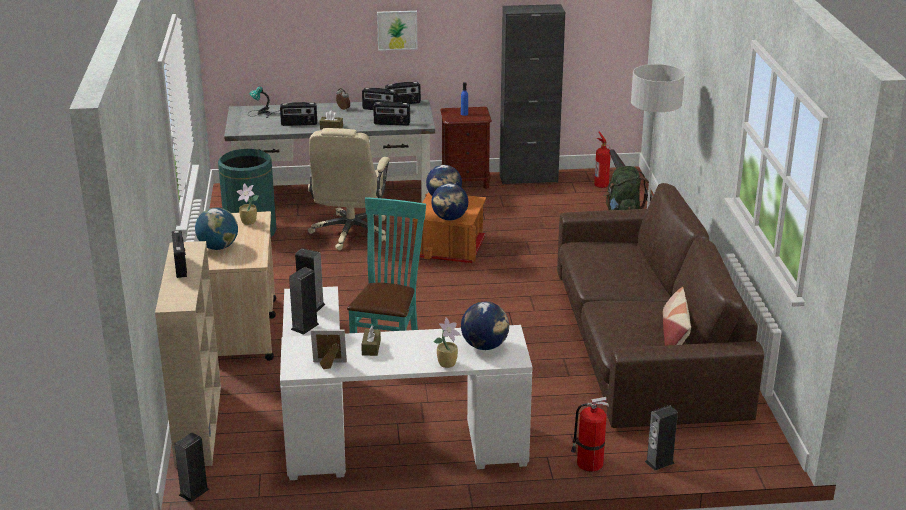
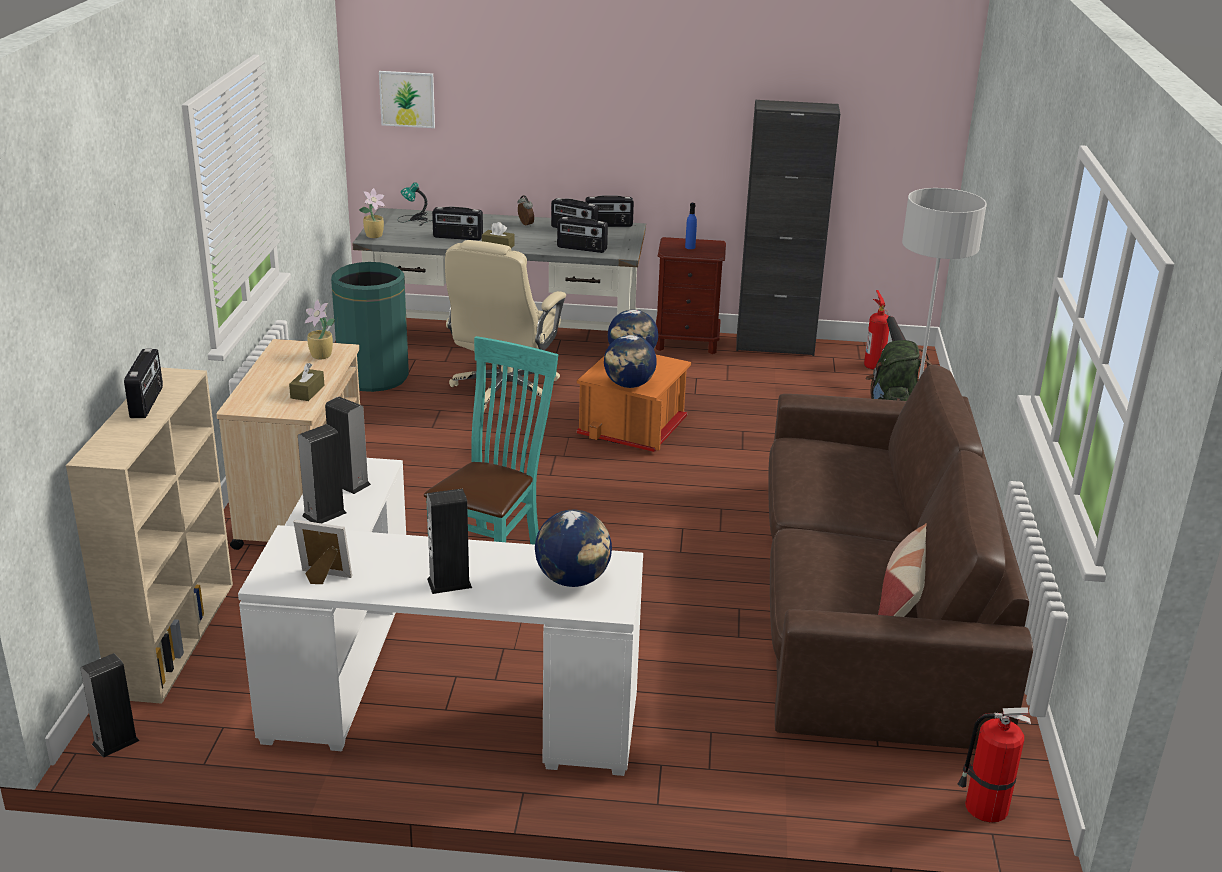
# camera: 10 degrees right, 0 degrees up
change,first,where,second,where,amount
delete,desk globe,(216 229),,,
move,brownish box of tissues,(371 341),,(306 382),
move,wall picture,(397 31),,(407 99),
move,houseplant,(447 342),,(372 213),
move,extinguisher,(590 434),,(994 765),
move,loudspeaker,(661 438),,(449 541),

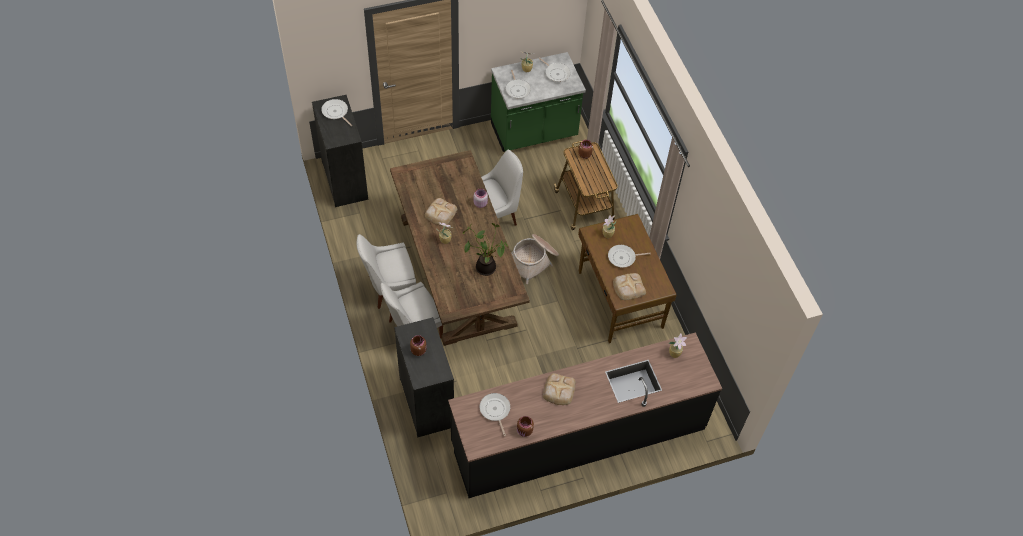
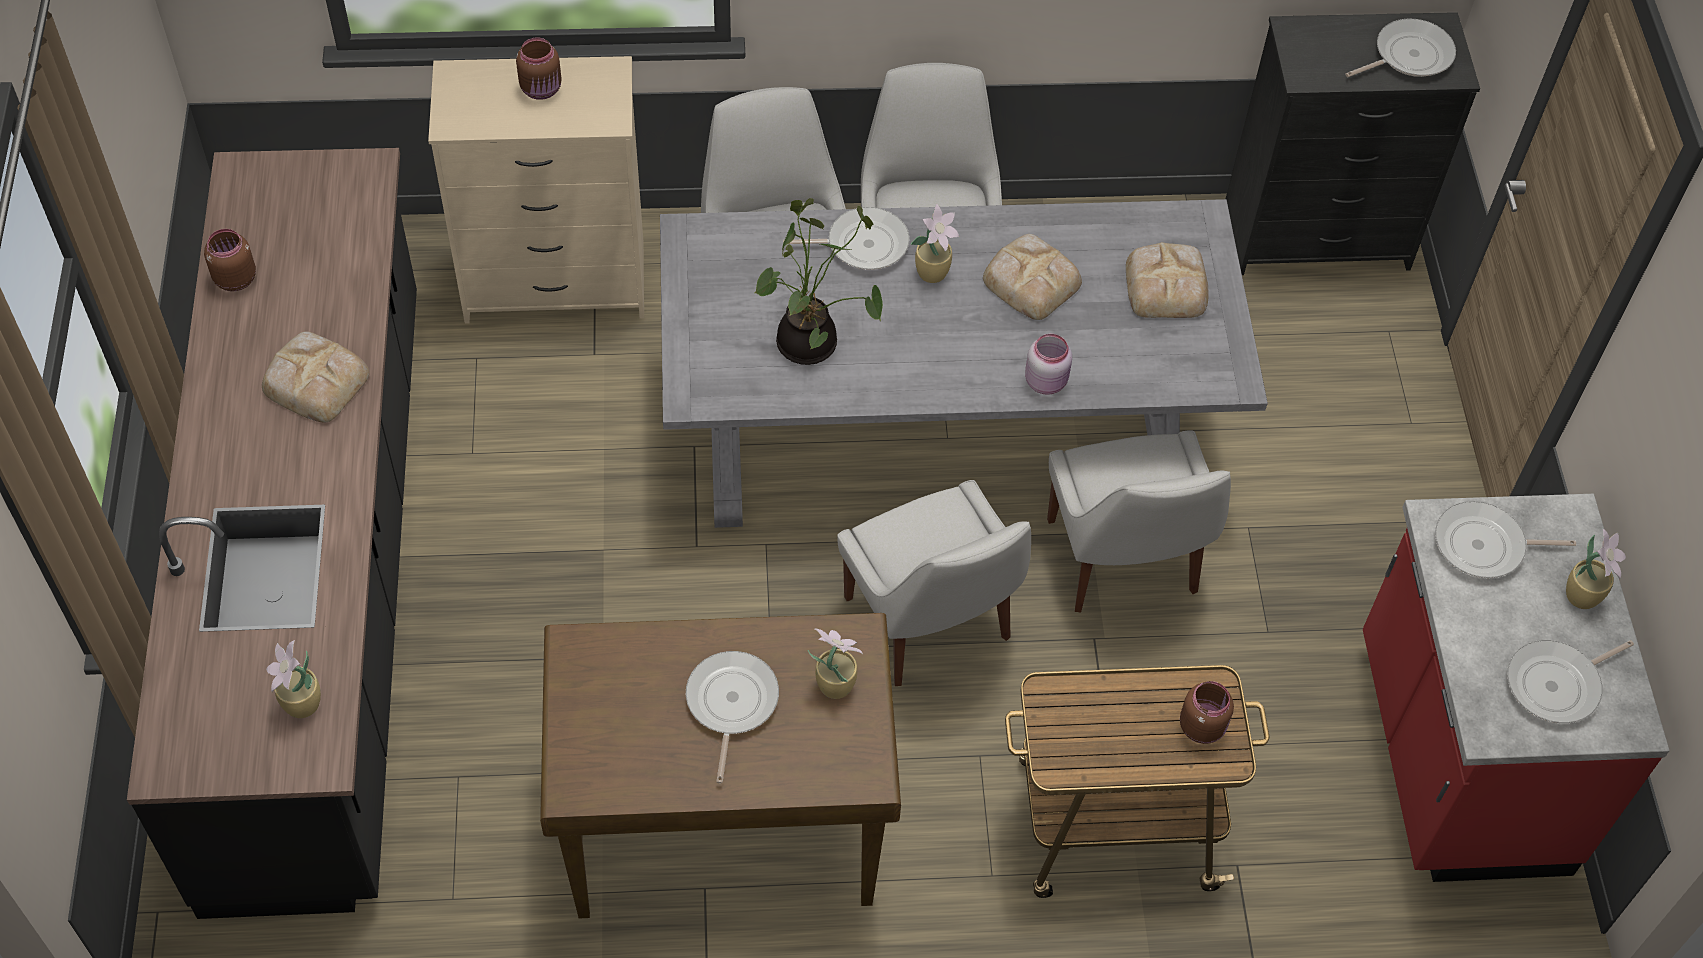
# camera: 105 degrees right, 0 degrees up
change,first,where,second,where,amount
recolor,brownish kitchen table,(460 248),gray kitchen table,(964 363),
recolor,black dresser,(424 377),beige dresser,(536 190),
move,skillet,(495 414),,(846 238),
recolor,green kitchen base unit,(538 102),red kitchen base unit,(1516 688),
replace,basket,(535 259),white-coloured chair,(934 583),
move,bread,(629 286),,(1167 280),

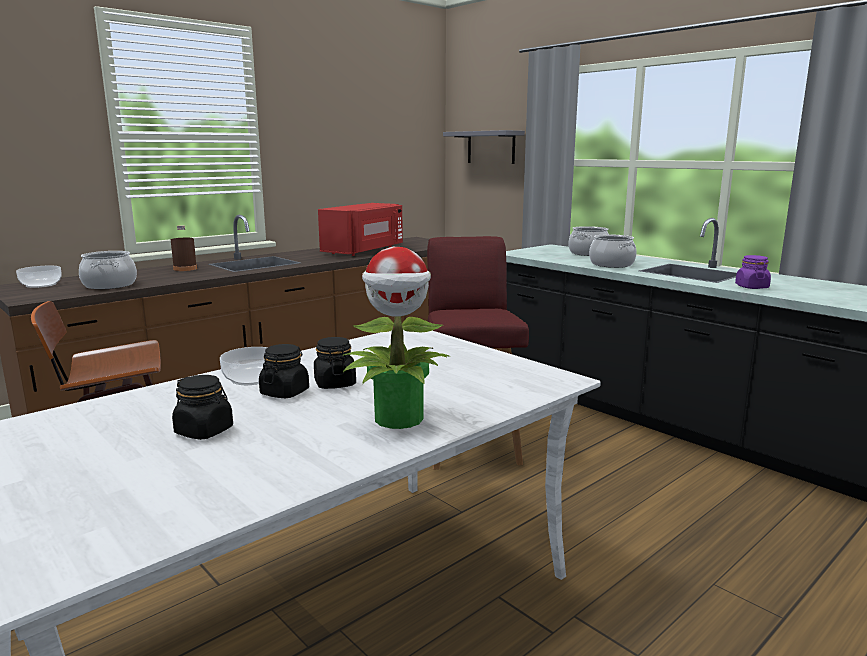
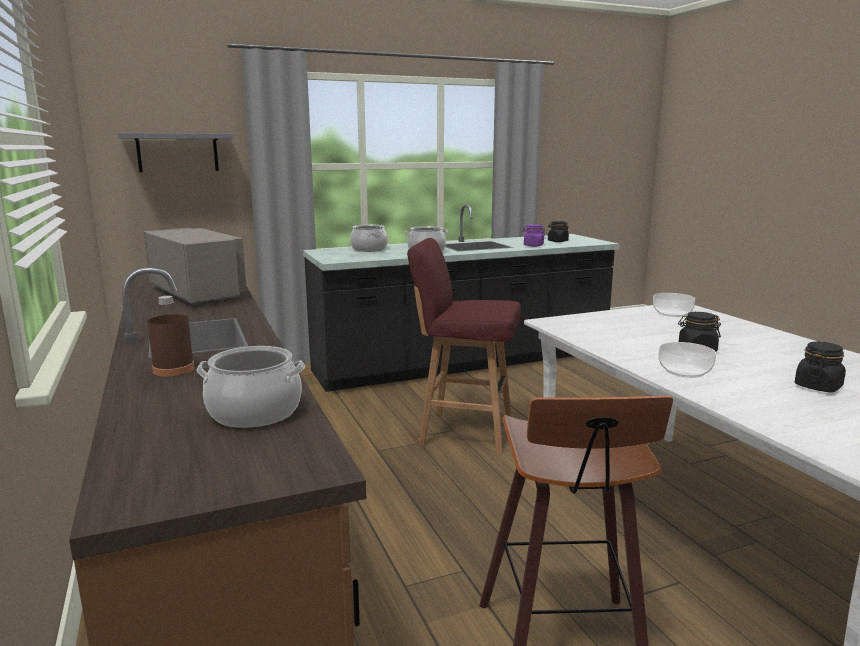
# camera: 70 degrees left, 0 degrees up
change,first,where,second,where,amount
move,bowl,(39 277),,(674 305),
move,black storage jar,(284 371),,(558 231),
recolor,red kitchen microwave,(360 229),gray kitchen microwave,(195 266),
delete,houseplant,(396 338),,,

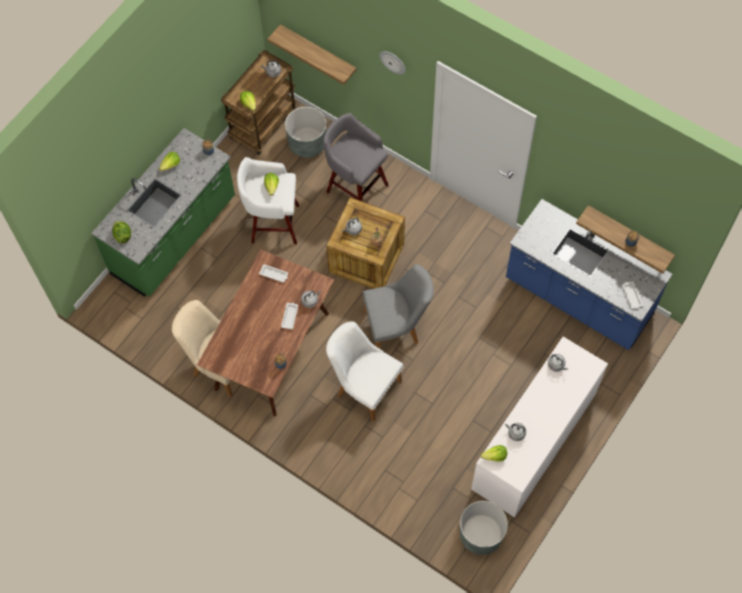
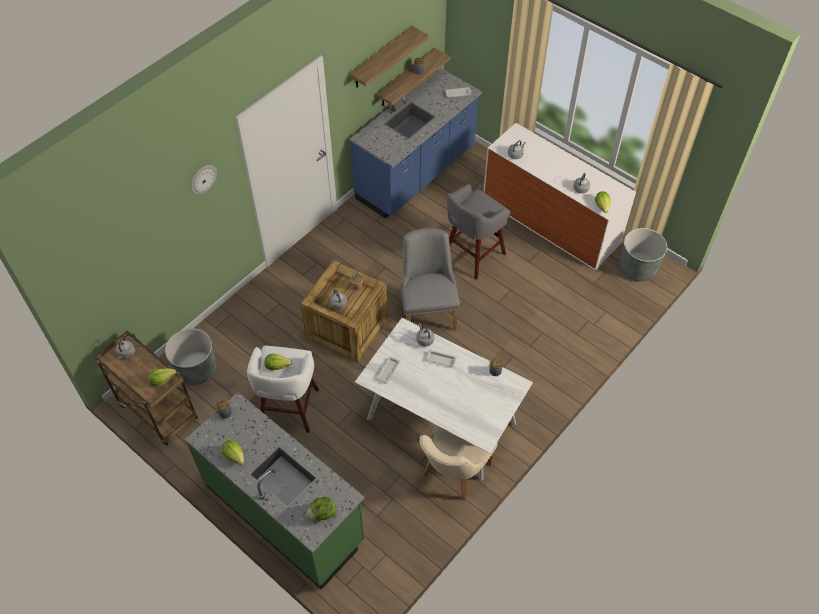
# camera: 85 degrees left, 10 degrees down
change,first,where,second,where,amount
recolor,brownish kitchen table,(265 333),white-coloured kitchen table,(444 399),
move,shelf,(312 54),,(389 56),
move,gray stool,(356 157),,(478 232),
delete,white-coloured chair,(364 371),,,

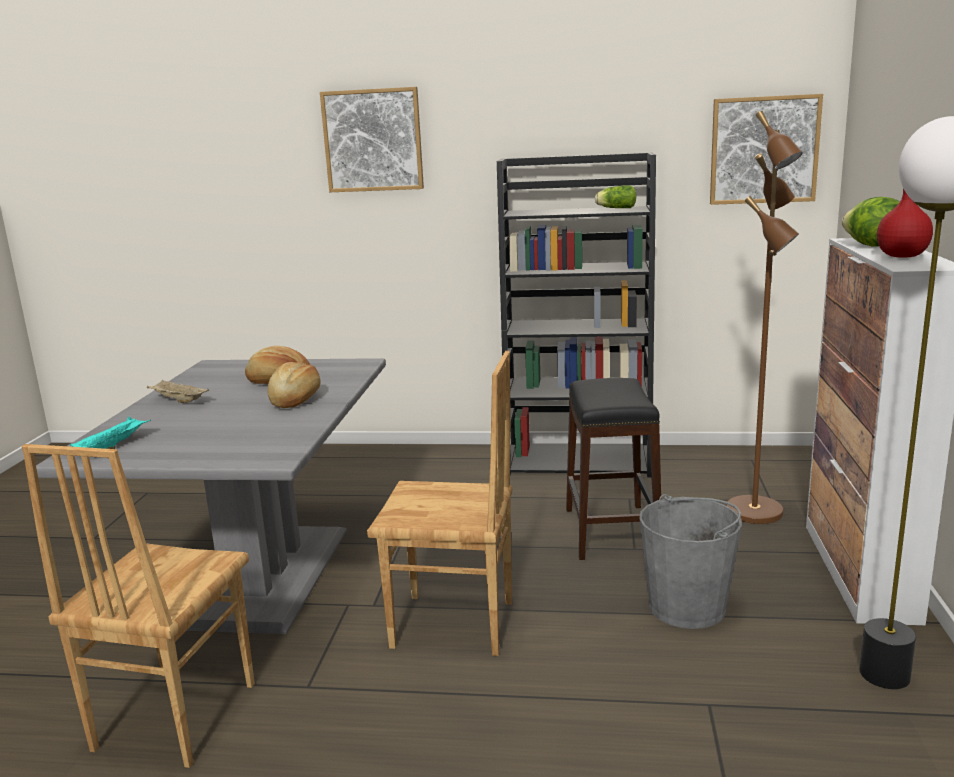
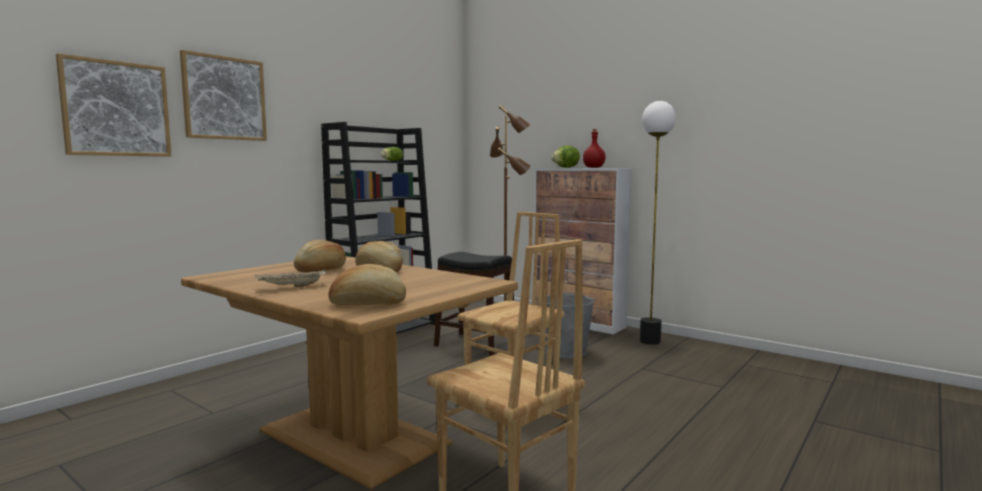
# camera: 60 degrees left, 10 degrees down
change,first,where,second,where,amount
recolor,gray kitchen table,(211 496),brownish kitchen table,(349 372),
replace,turquoise carrying tray,(110 433),bread,(367 284),
move,wall picture,(766 149),,(113 105),

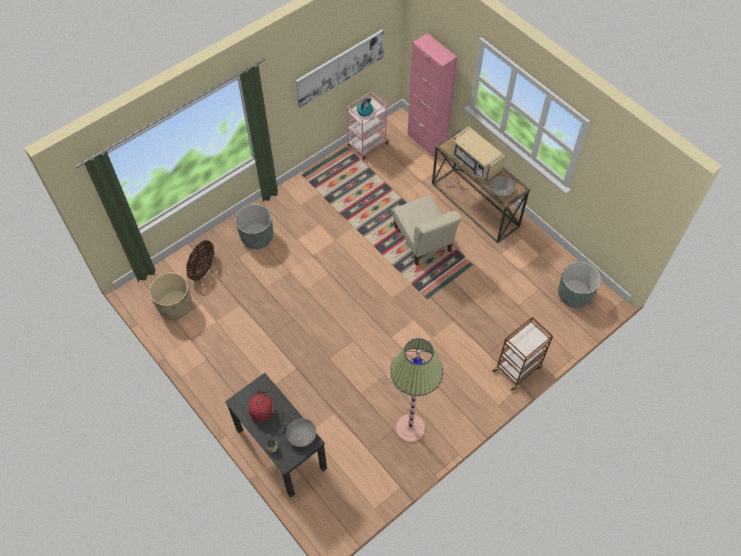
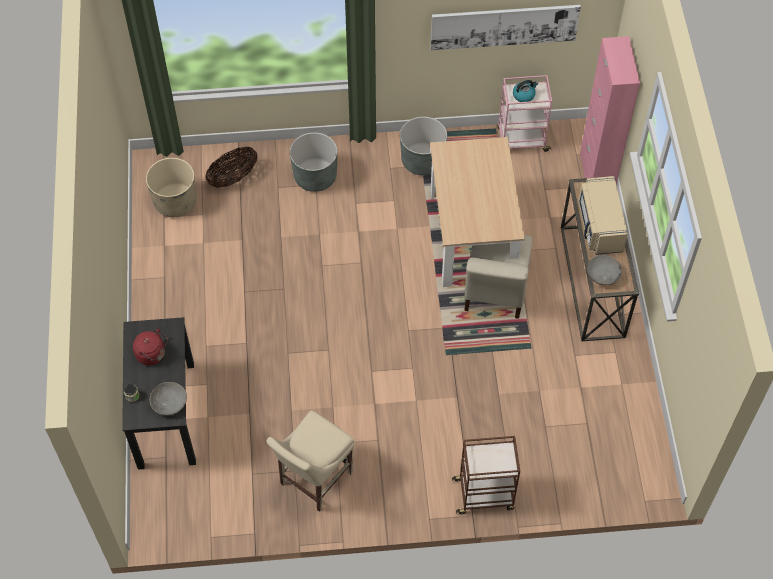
# camera: 35 degrees right, 0 degrees up
change,first,where,second,where,amount
replace,standing lamp,(416 390),beige chair,(310 461),
move,gray plant pot,(579 285),,(423 146),
insert,,,beige kitchen table,(477 212),

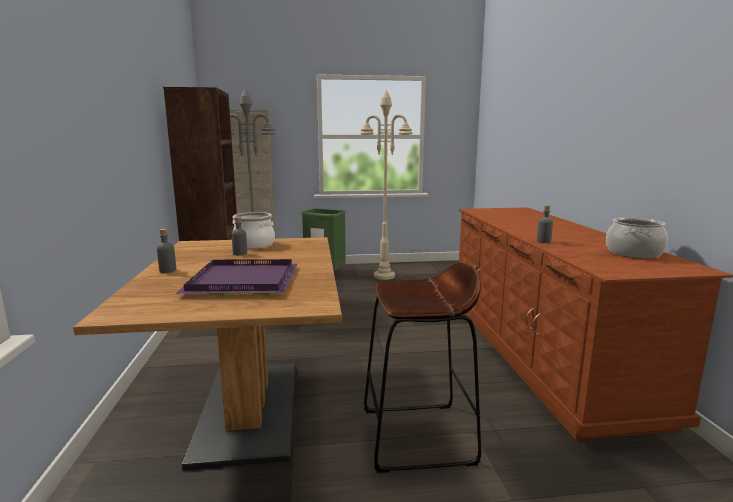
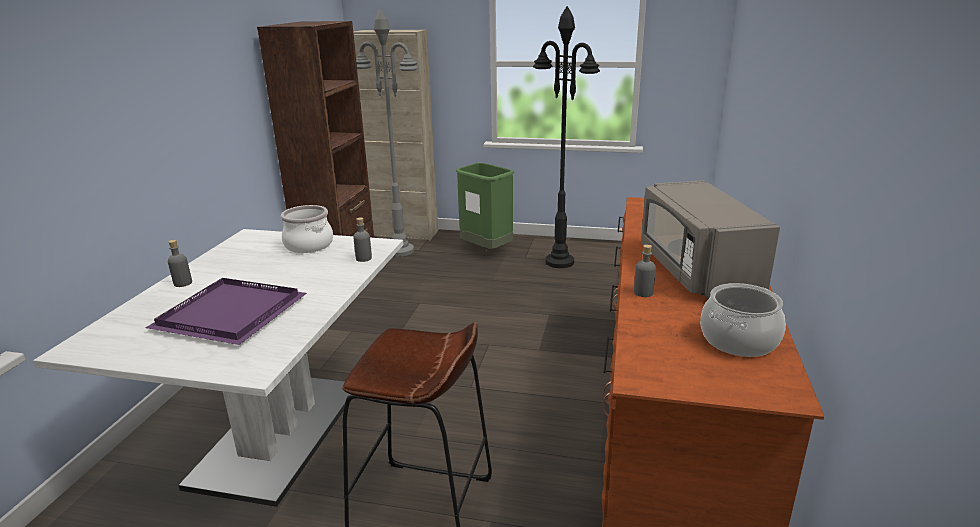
# camera: 20 degrees right, 10 degrees up
change,first,where,second,where,amount
recolor,brownish kitchen table,(207 353),white-coloured kitchen table,(218 368),
move,gray drink bottle,(239 236),,(362 239),
recolor,beige standing lamp,(386 185),black standing lamp,(566 137),
insert,,,gray kitchen microwave,(710 239),

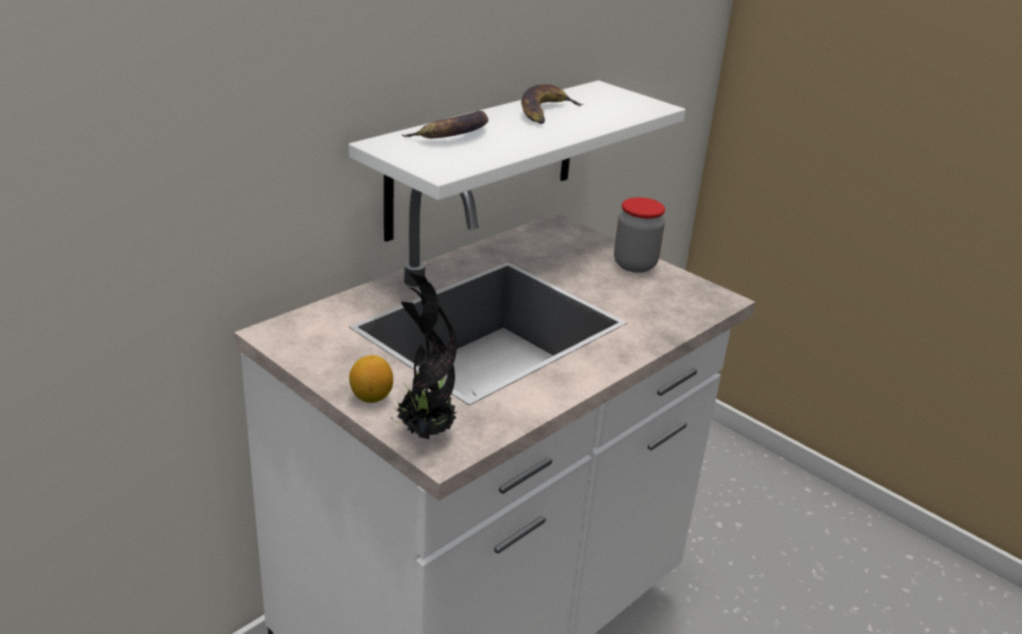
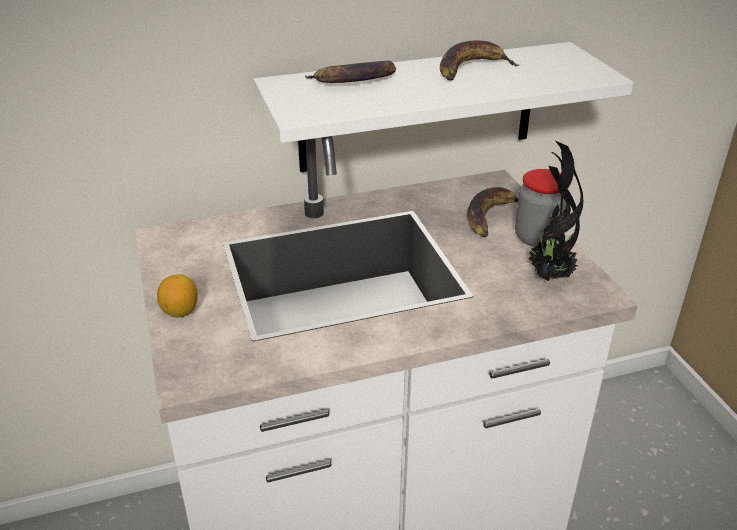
# camera: 30 degrees right, 5 degrees up
change,first,where,second,where,amount
move,houseplant,(424 356),,(553 210),
insert,,,banana,(493 212),

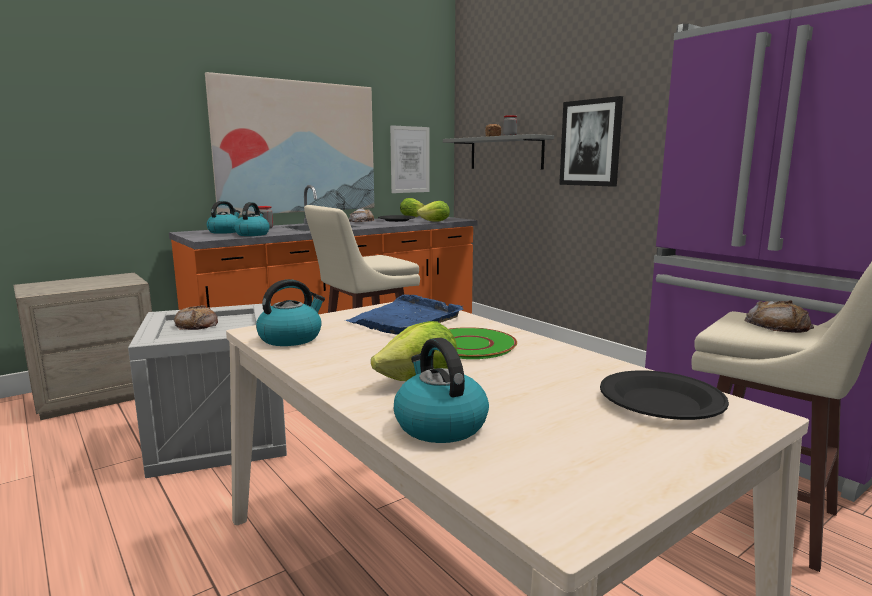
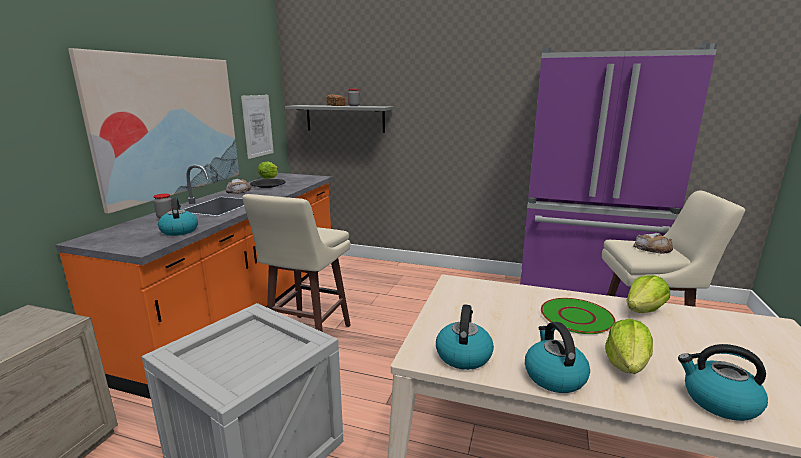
# camera: 35 degrees left, 5 degrees up
change,first,where,second,where,amount
delete,bread,(196 317),,,
move,water kettle,(223 217),,(557 357),
delete,blue carrying tray,(404 315),,,
move,lettuce,(433 211),,(648 294),
delete,wall picture,(591 141),,,
delete,black flat dish,(664 395),,,

